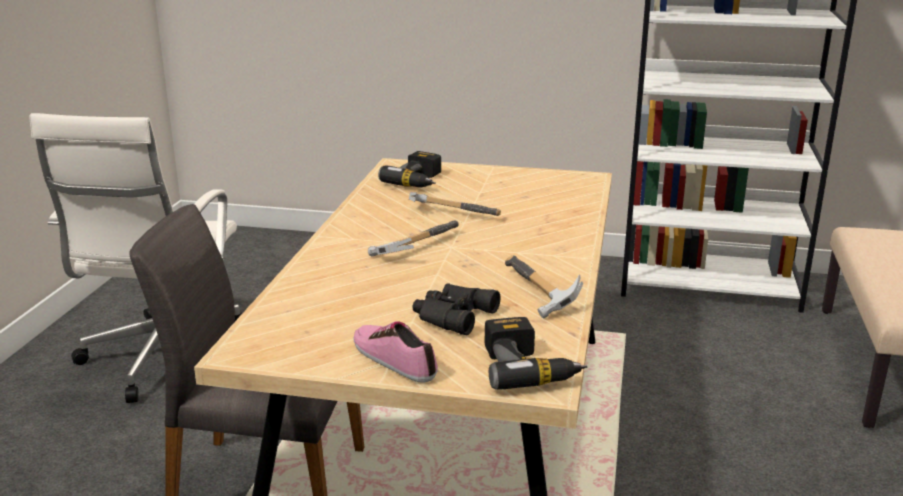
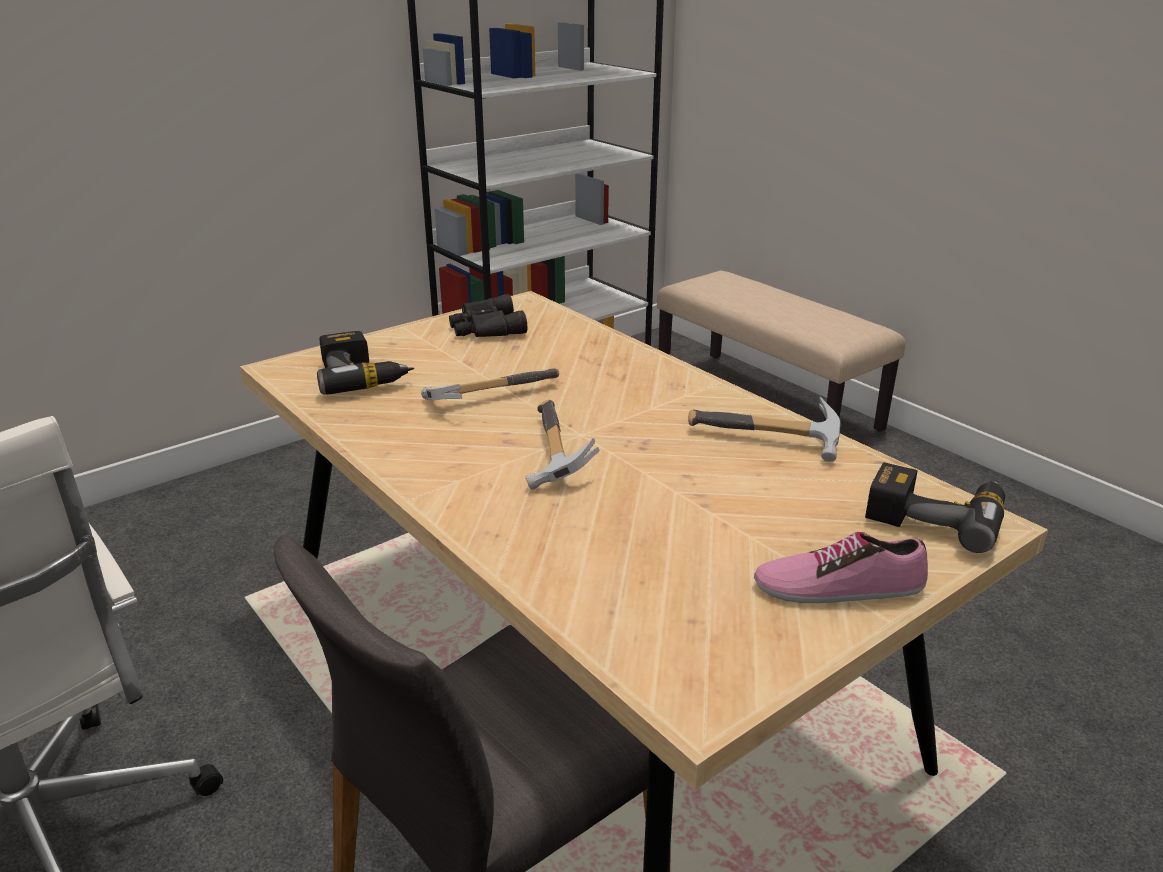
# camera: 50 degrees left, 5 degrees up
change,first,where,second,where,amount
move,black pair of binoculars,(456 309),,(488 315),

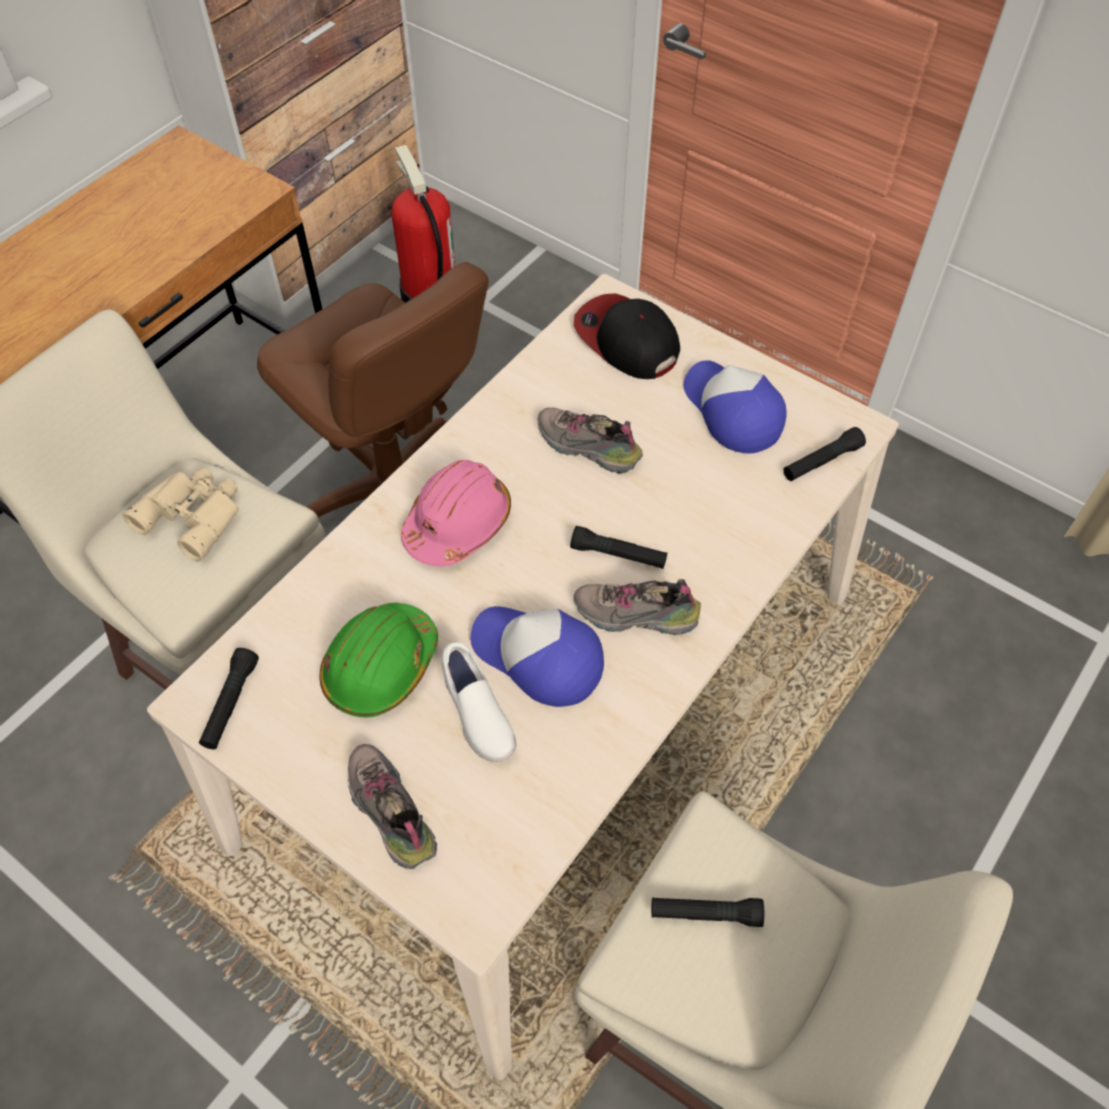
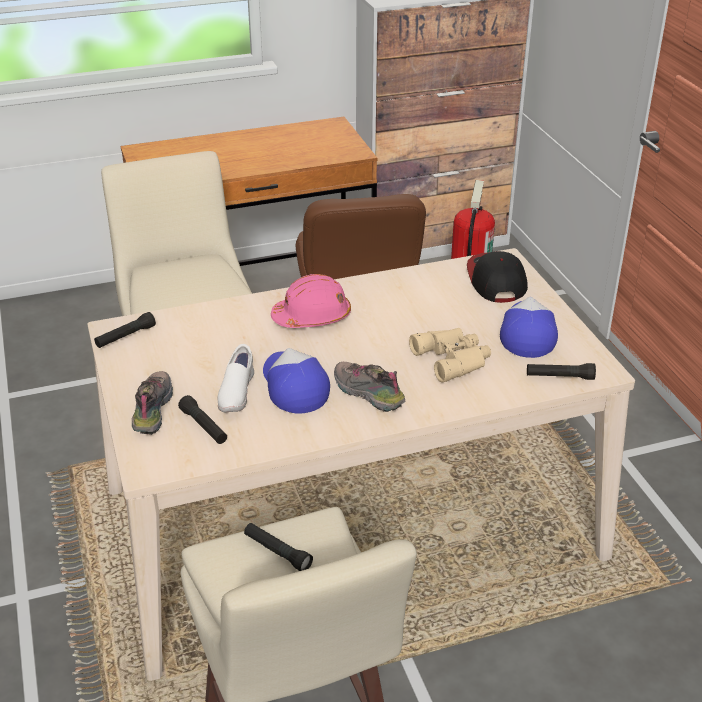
# camera: 35 degrees right, 20 degrees down
change,first,where,second,where,amount
move,beige pair of binoculars,(181 514),,(450 355),
delete,green hard hat,(379 660),,,
delete,item of footwear,(590 440),,,
move,black flashlight,(618 547),,(202 419),

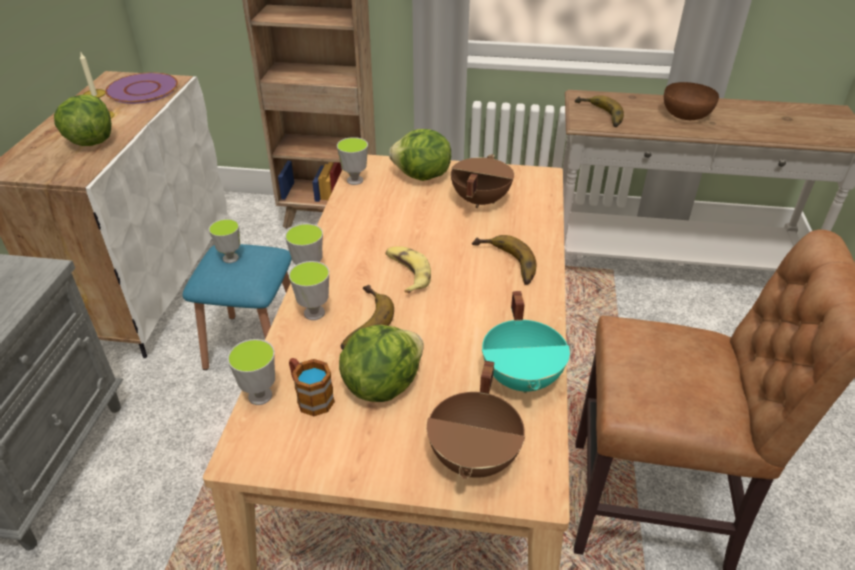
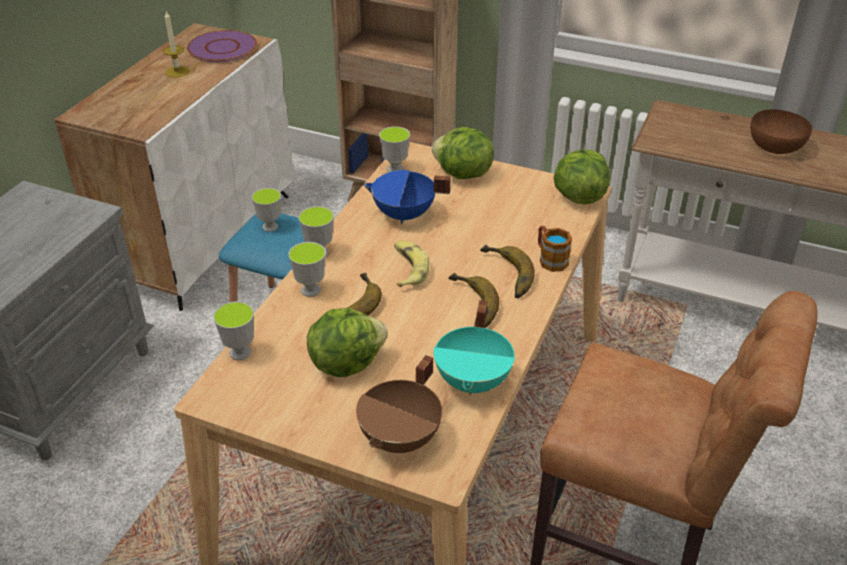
# camera: 15 degrees right, 0 degrees up
change,first,where,second,where,amount
move,lettuce,(83 120),,(582 176),
move,tea mug,(312 387),,(555 249),
delete,brownish cooking pot,(482 181),,,
move,banana,(599 111),,(473 300),
insert,,,blue cooking pot,(407 197),

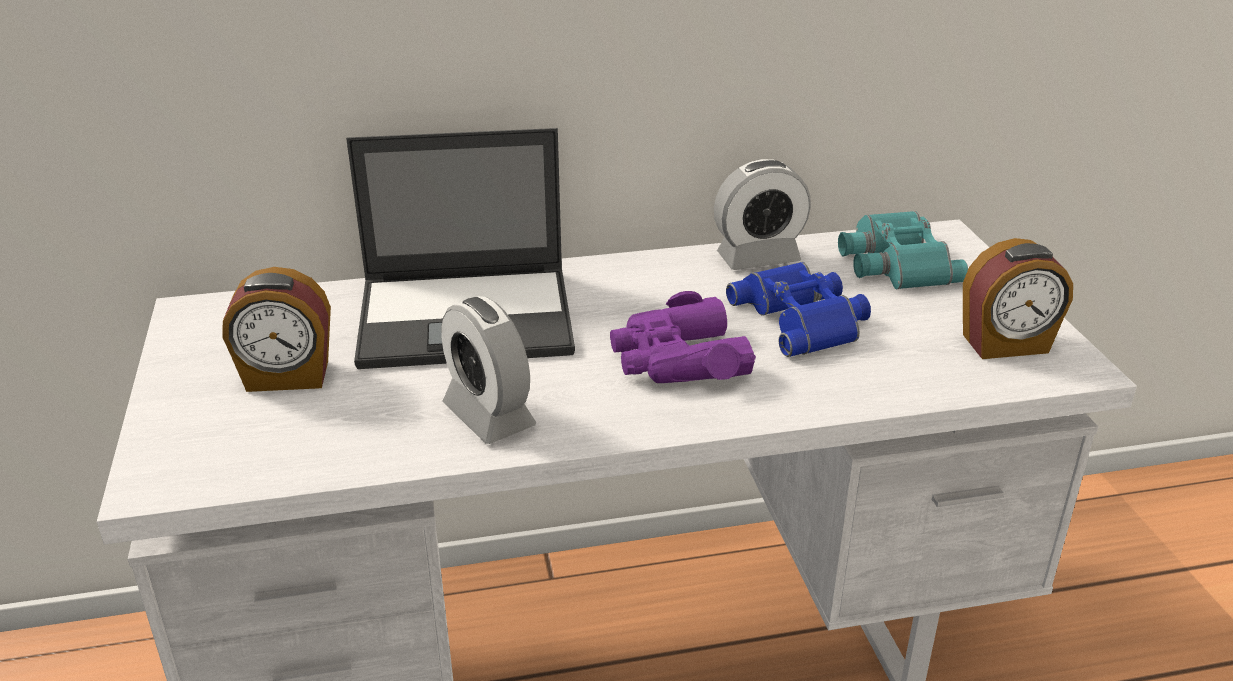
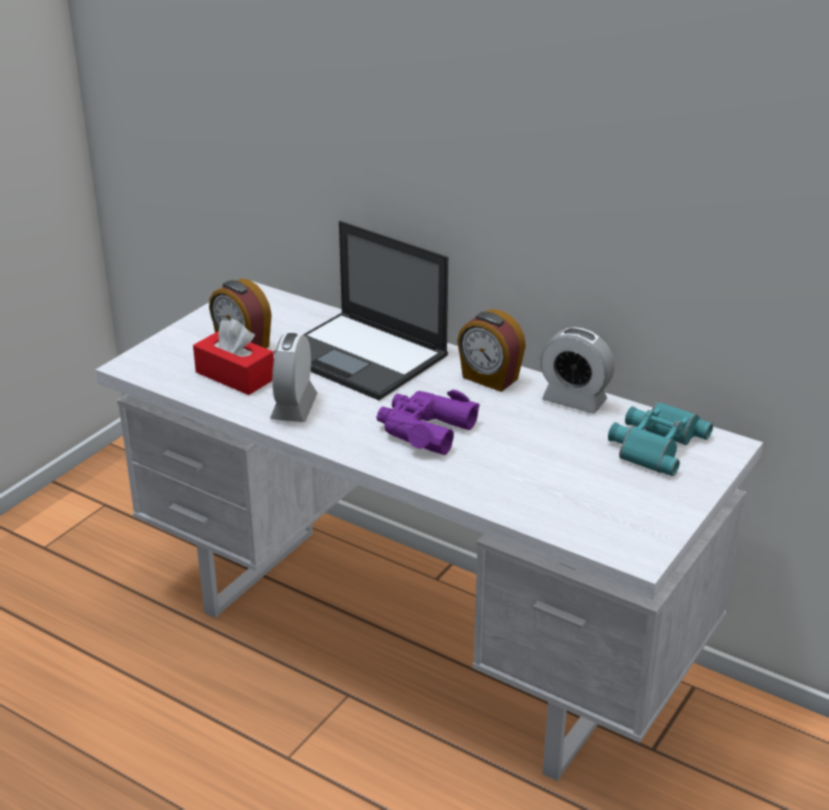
# camera: 45 degrees right, 0 degrees up
change,first,where,second,where,amount
delete,blue pair of binoculars,(798 309),,,
move,alarm clock,(1018 298),,(491 350),
insert,,,red box of tissues,(233 357),

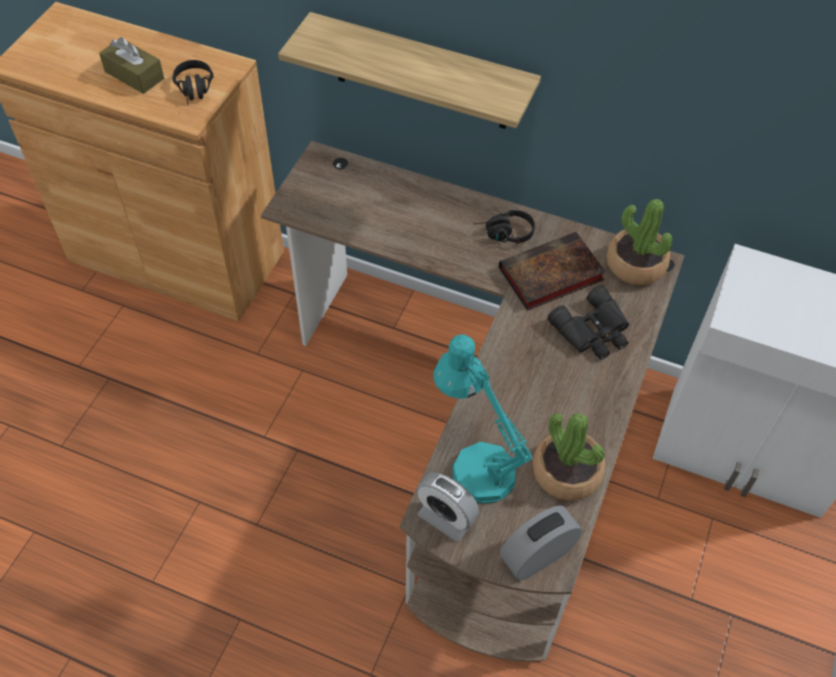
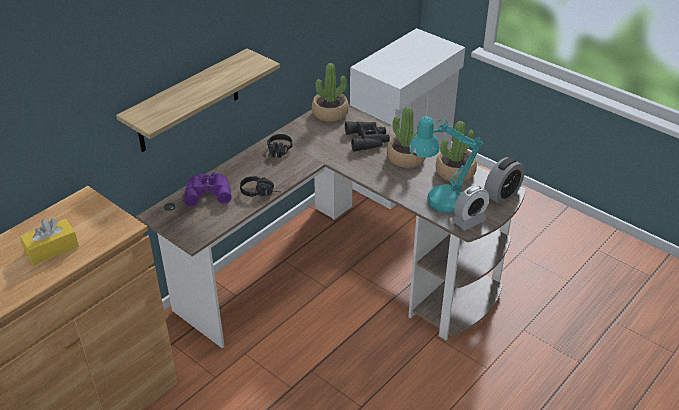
# camera: 70 degrees left, 15 degrees down
change,first,where,second,where,amount
recolor,brownish box of tissues,(131 65),yellow-coloured box of tissues,(49 241),
move,black headset,(193 82),,(259 186),
delete,bound book,(552 271),,,
rotate,alarm clock,(541 542),,(504 180),120 degrees counterclockwise
insert,,,purple pair of binoculars,(208 189),
insert,,,houseplant,(406 137),

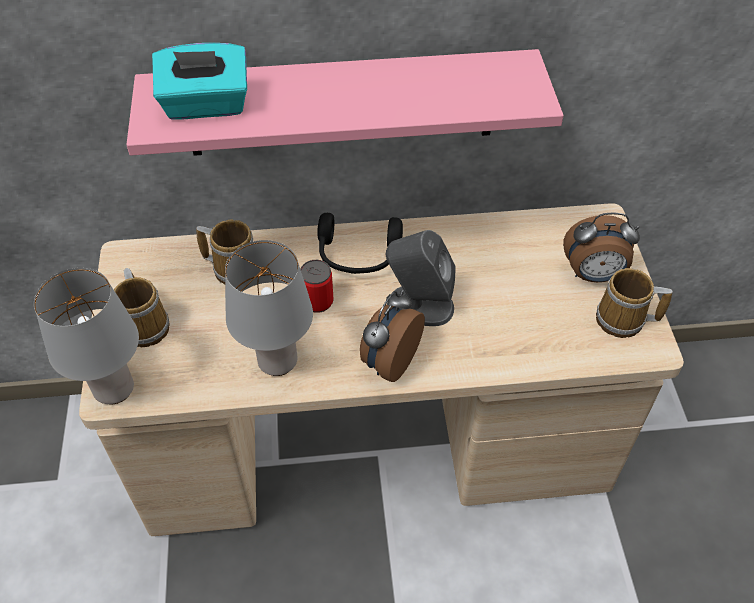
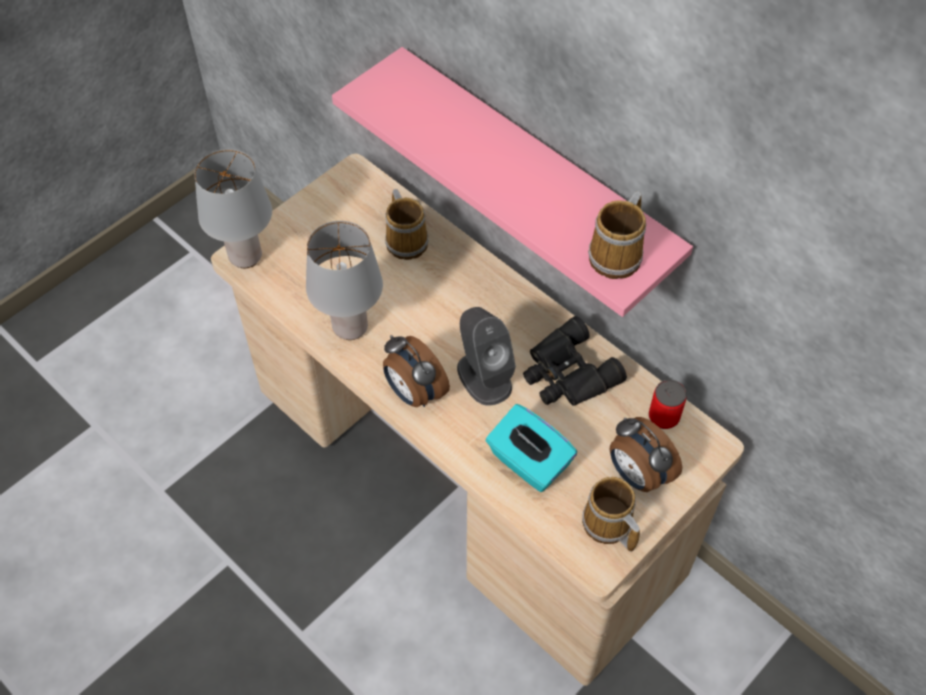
# camera: 50 degrees right, 5 degrees up
change,first,where,second,where,amount
move,tea mug,(142 307),,(617 235),
move,turquoise box of tissues,(199 81),,(531 448),
move,metal can,(317 286),,(668 404),
delete,black headset,(360 243),,,
rotate,alarm clock,(392 336),,(416 371),120 degrees counterclockwise
insert,,,black pair of binoculars,(575 361),

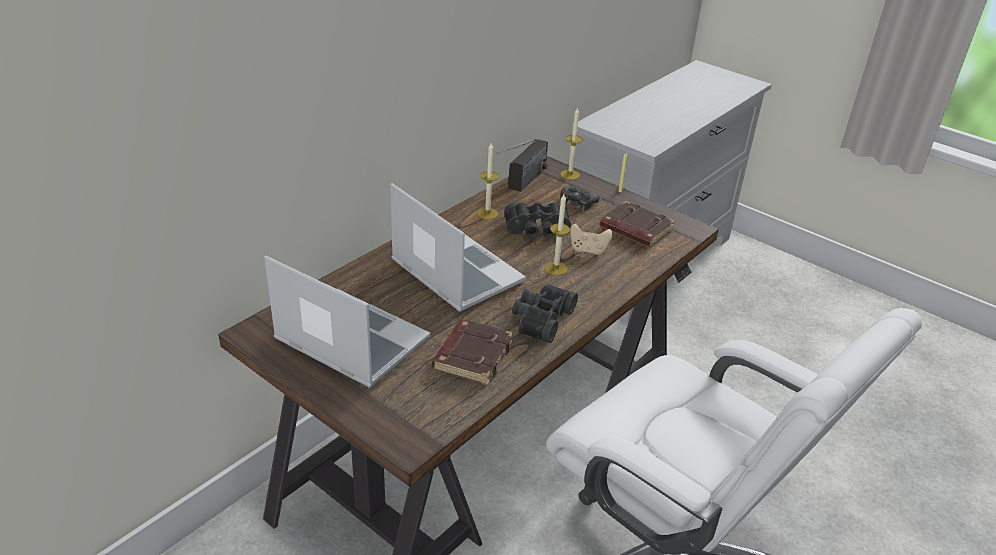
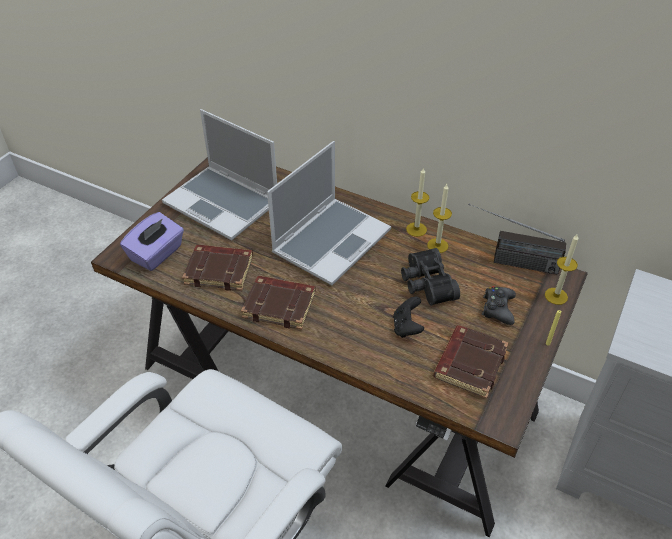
# camera: 80 degrees right, 10 degrees up
change,first,where,second,where,amount
rotate,portable computer,(347 322),,(219 174),105 degrees clockwise
replace,black pair of binoculars,(545 313),brownish bound book,(278 302),
move,wax candle,(557 234),,(417 202),
recolor,beige joypad,(591 240),black joypad,(408 317),
insert,,,purple box of tissues,(152 241),

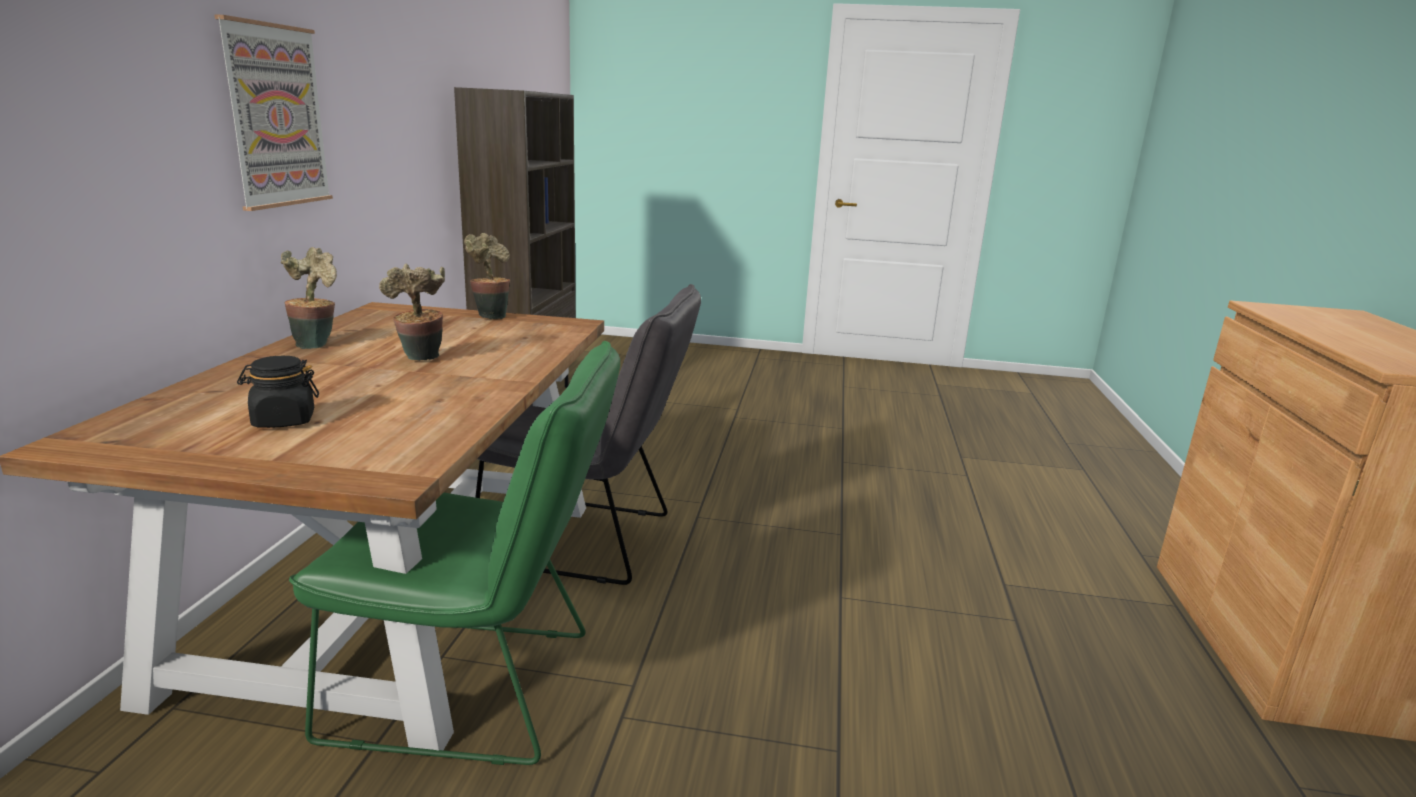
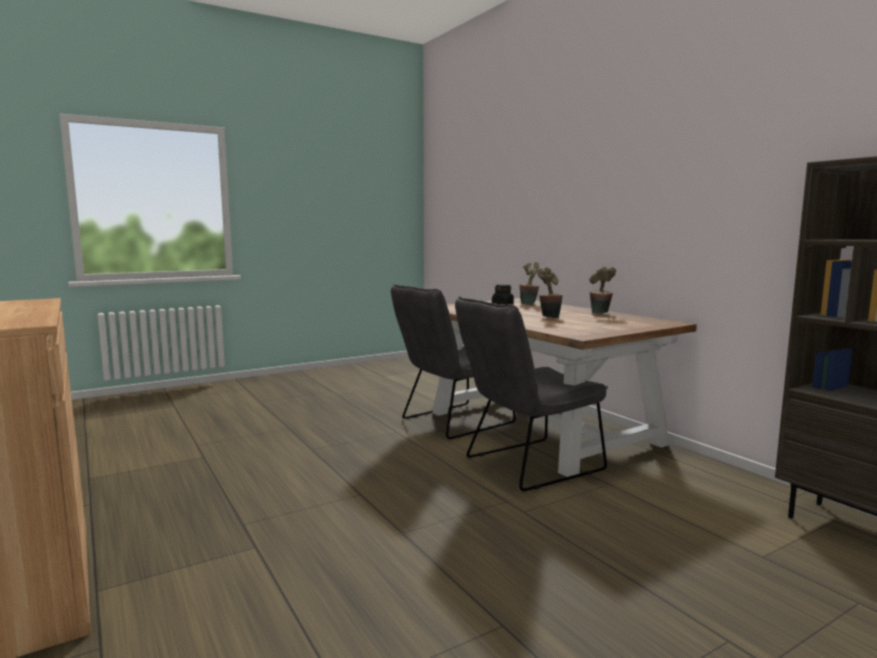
# camera: 140 degrees right, 10 degrees down
change,first,where,second,where,amount
delete,wall picture,(273 112),,,
recolor,green chair,(454 553),gray chair,(453 361),
move,houseplant,(487 276),,(529 283),

